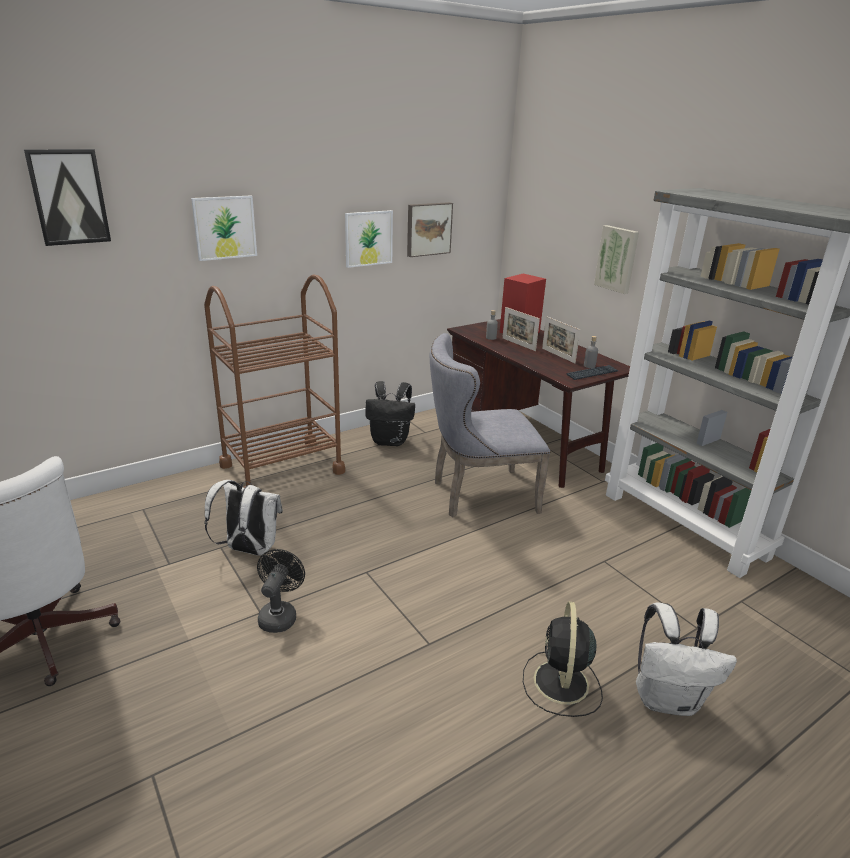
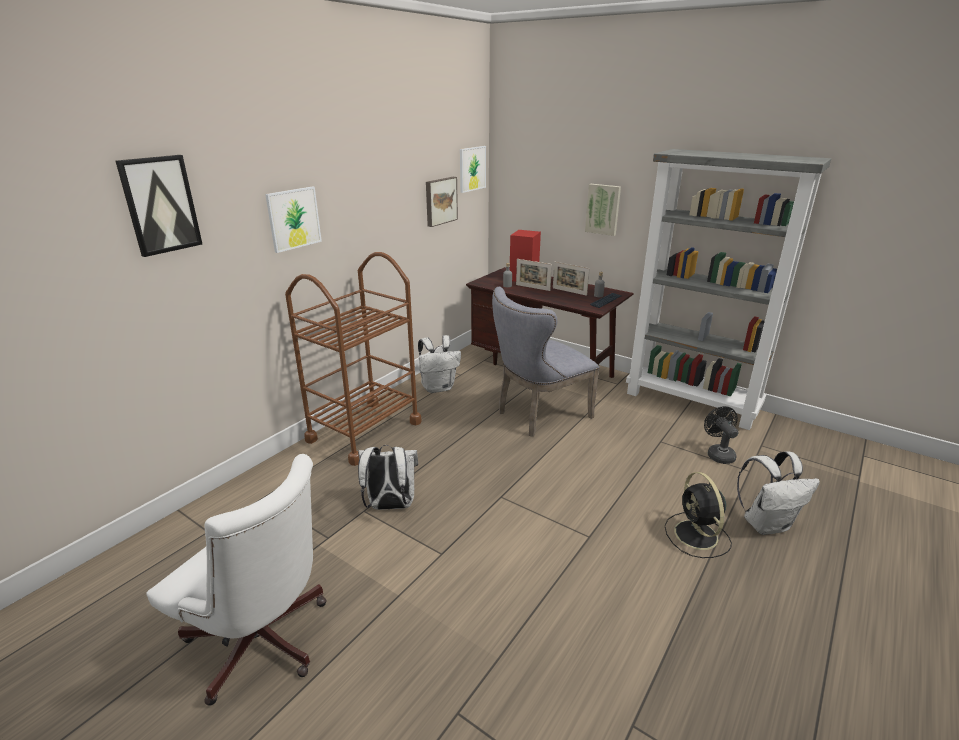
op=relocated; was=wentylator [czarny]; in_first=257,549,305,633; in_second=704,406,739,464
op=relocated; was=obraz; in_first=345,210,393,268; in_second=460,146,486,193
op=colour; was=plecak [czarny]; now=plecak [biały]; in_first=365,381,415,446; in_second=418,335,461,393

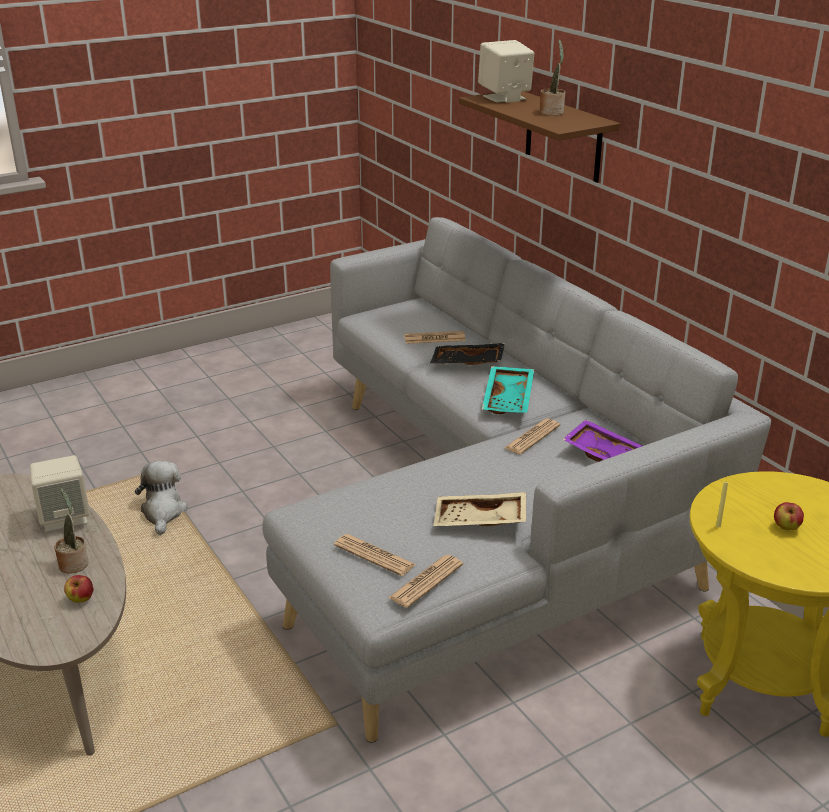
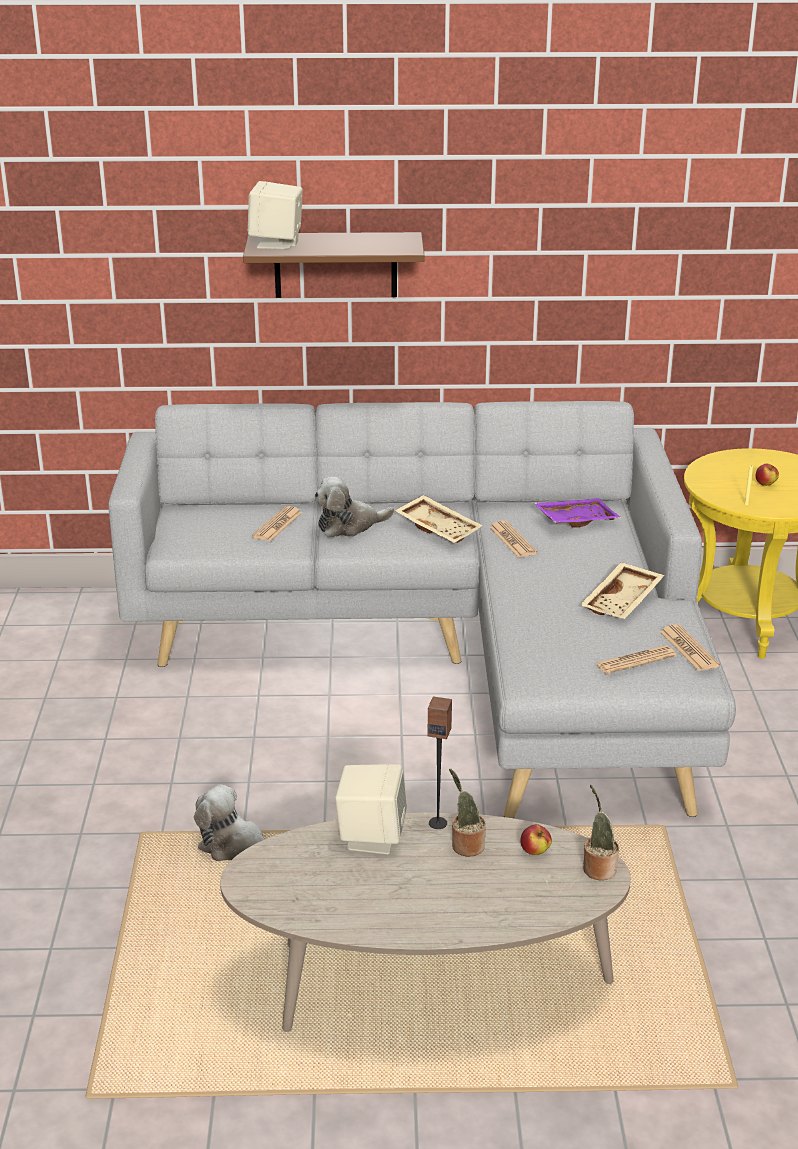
op=exchanged; was=taca [czarny]; now=pluszak; in_first=430,343,505,365; in_second=314,477,395,537
op=colour; was=taca [turkusowy]; now=taca [beżowy]; in_first=482,366,534,414; in_second=395,495,483,543
op=relocated; was=roślina doniczkowa; in_first=539,40,565,116; in_second=584,784,619,881
op=appeared; now=głośnik; in_second=428,696,452,829

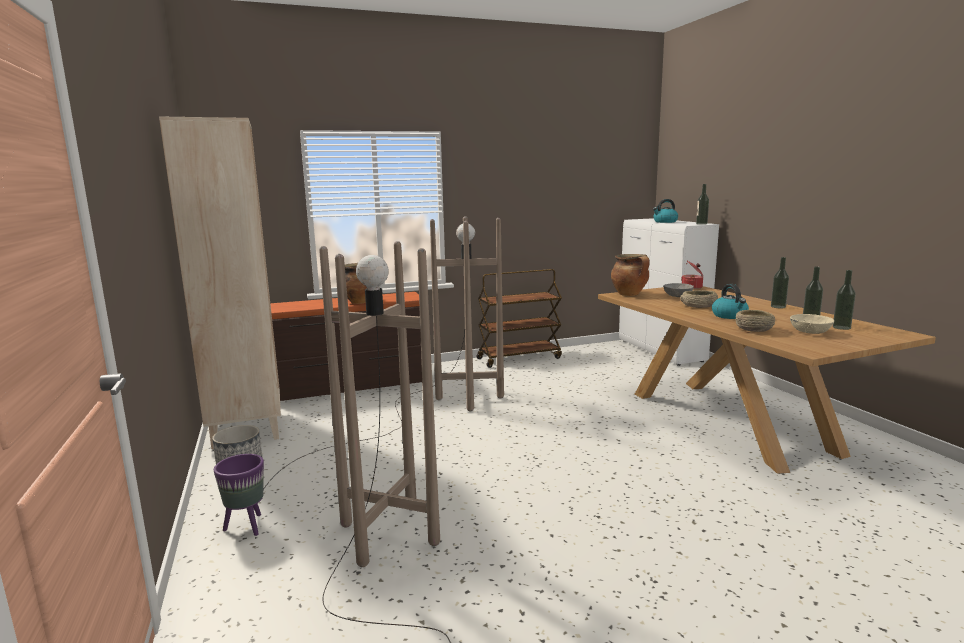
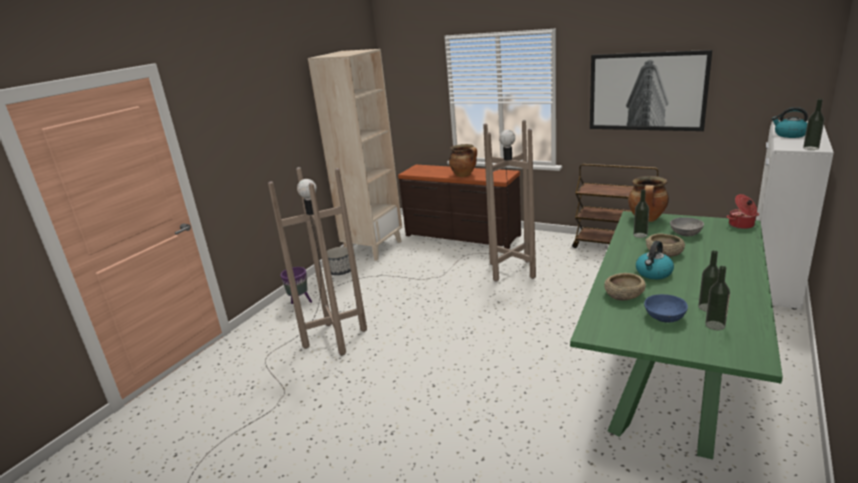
op=colour; was=stół jadalny [brązowy]; now=stół jadalny [zielony]; in_first=598,286,936,474; in_second=570,211,783,459
op=relocated; was=butelka; in_first=771,257,789,308; in_second=634,189,649,238
op=colour; was=miska [beżowy]; now=miska [niebieski]; in_first=790,314,834,334; in_second=644,294,688,323
op=appeared; now=obraz; in_second=590,50,712,131

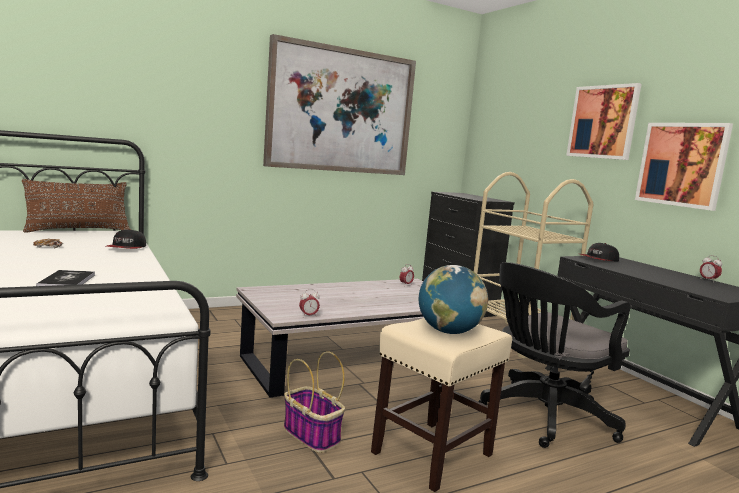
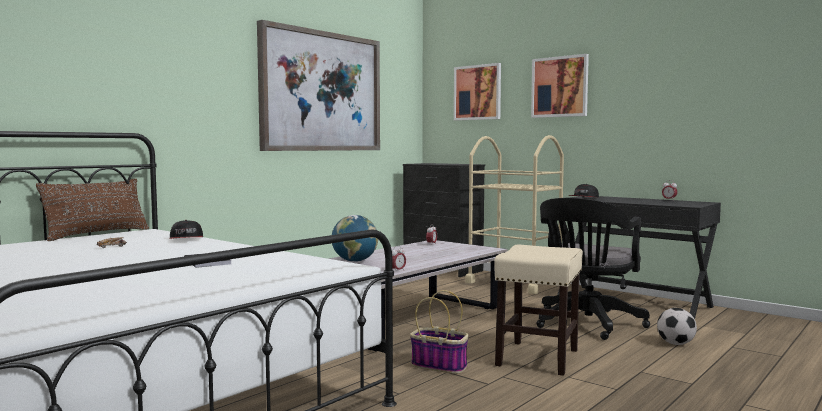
op=relocated; was=globus; in_first=419,265,488,334; in_second=332,215,378,262
op=relocated; was=obraz; in_first=635,123,733,211; in_second=454,63,501,121
op=appeared; now=piłka futbolowa; in_second=657,308,697,345

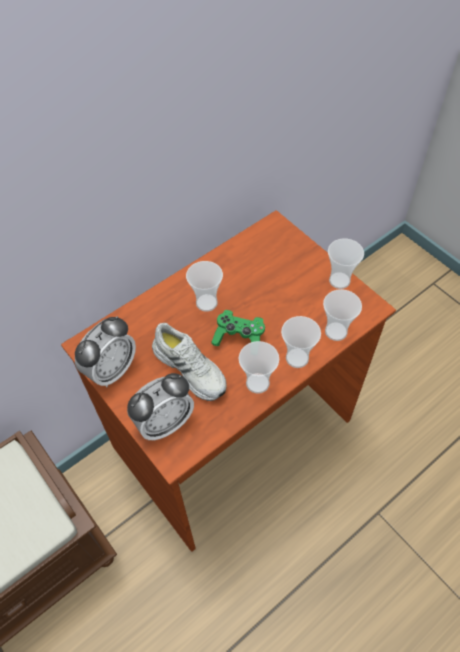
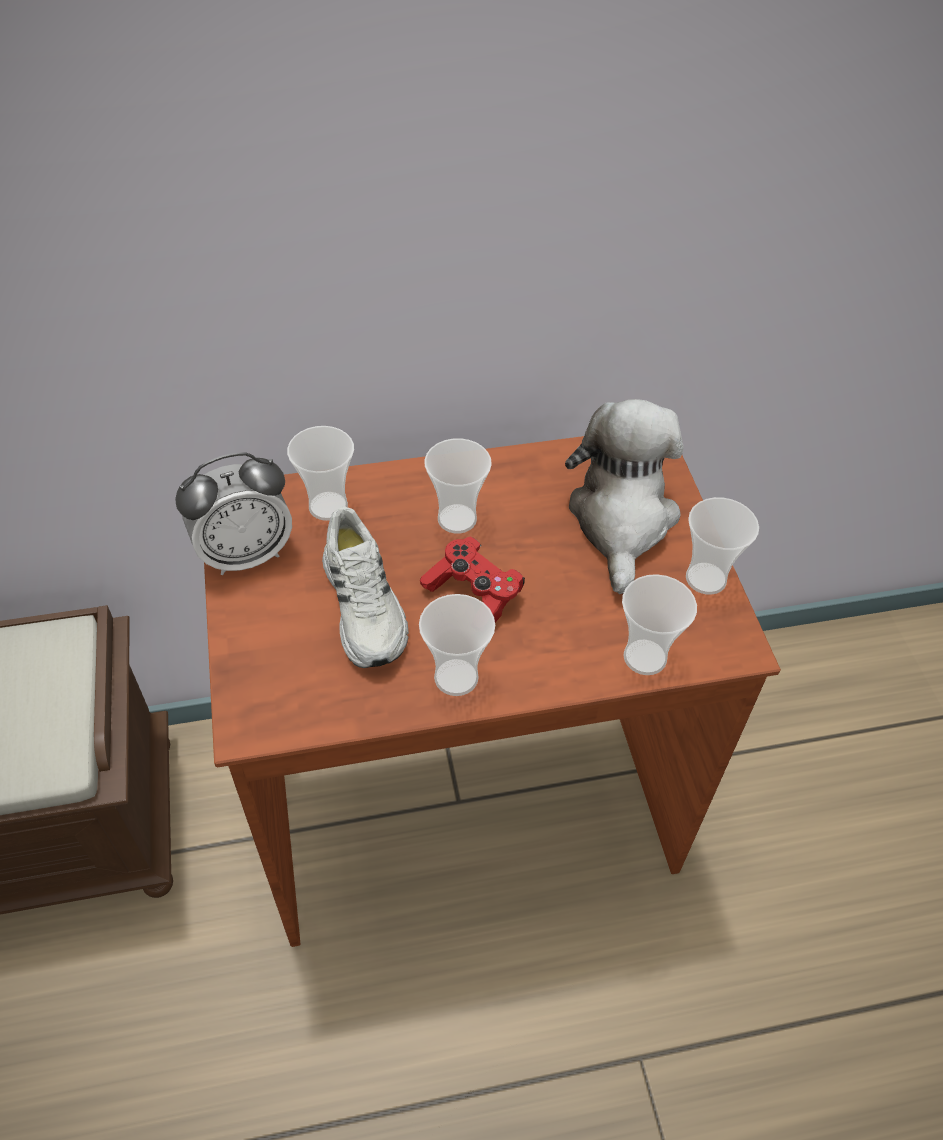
op=missing; was=budzik; in_first=127,373,194,440
op=colour; was=pad do gier [zielony]; now=pad do gier [czerwony]; in_first=211,310,265,346; in_second=420,537,525,622
op=relocated; was=filiżanka; in_first=281,316,321,368; in_second=287,426,354,521
op=appeared; now=pluszak; in_second=565,399,684,594

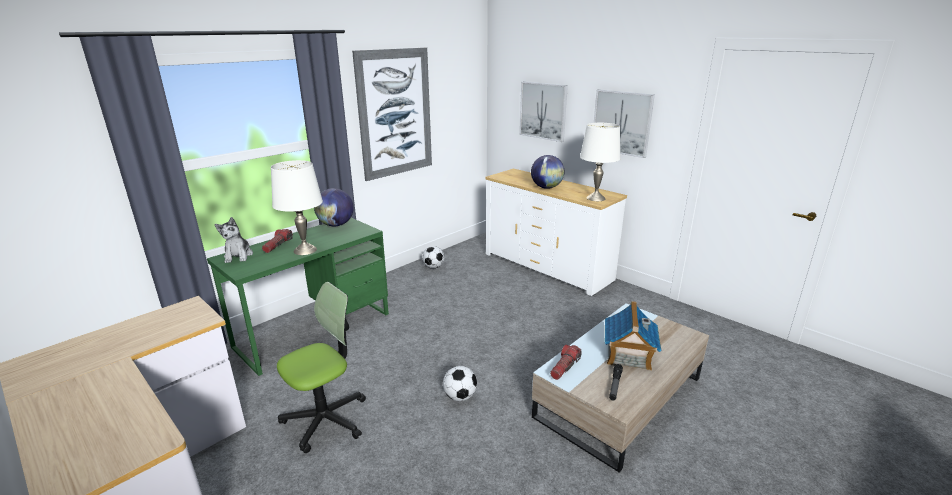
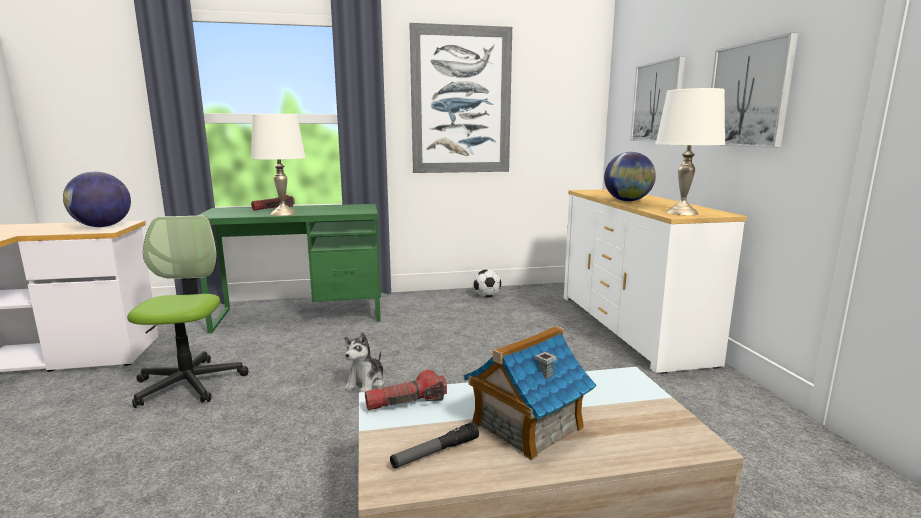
op=relocated; was=pluszak; in_first=214,217,253,263; in_second=344,332,385,392
op=spun; was=krzesło biurowe; in_first=277,282,366,453; in_second=127,216,248,408; clockwise=-90
op=relocated; was=globus; in_first=314,188,354,226; in_second=63,172,131,227
op=missing; was=piłka futbolowa; in_first=443,366,477,401

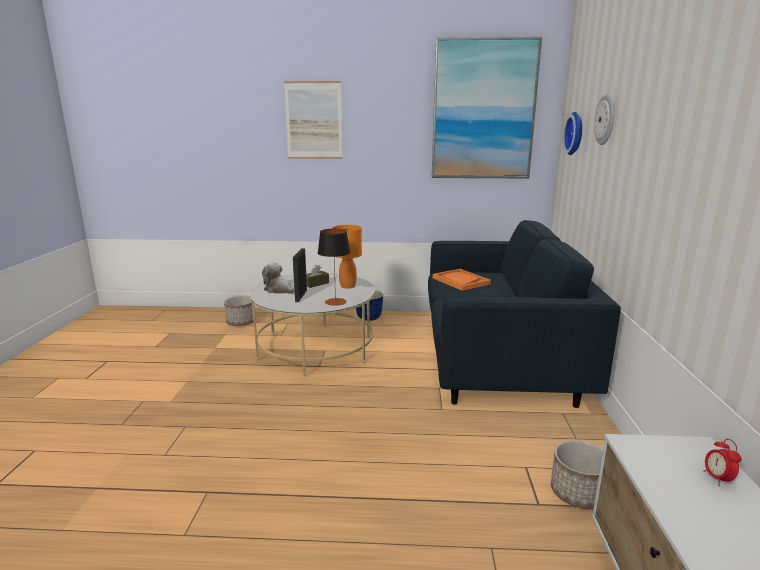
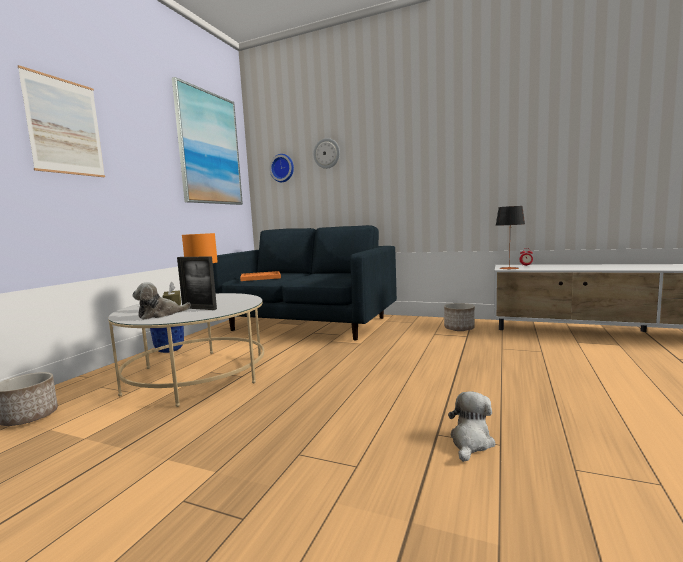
op=relocated; was=lampa stołowa; in_first=318,229,350,306; in_second=496,206,525,270
op=appeared; now=pluszak; in_second=448,391,495,462

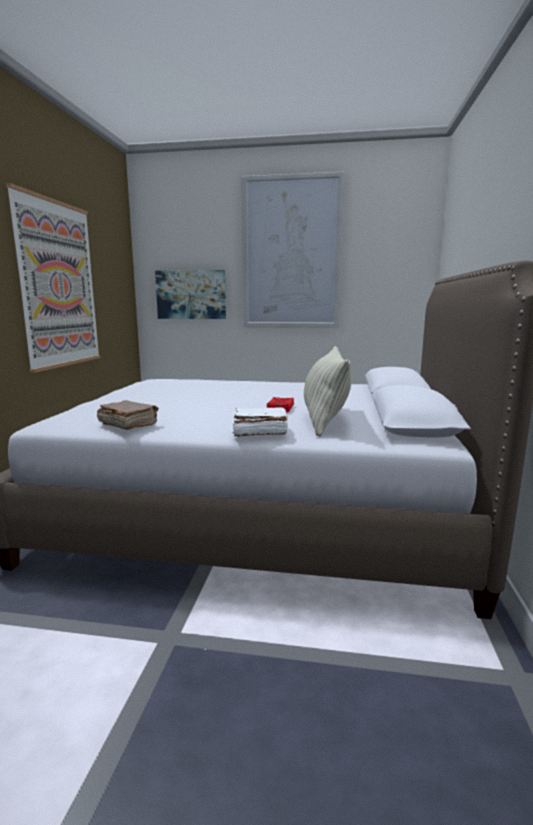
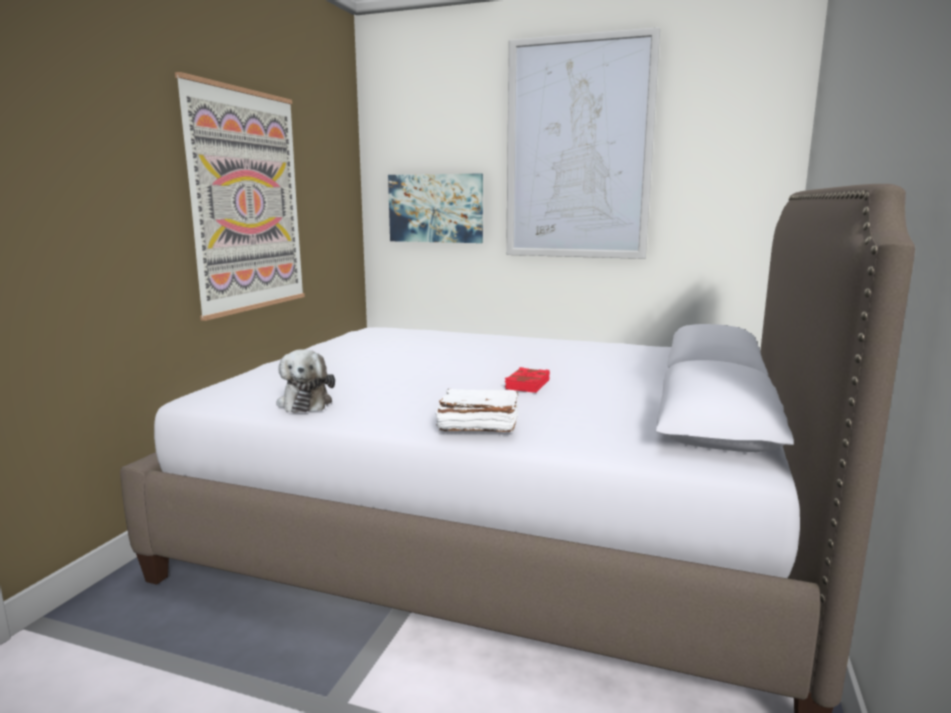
op=exchanged; was=książka [brązowy]; now=pluszak; in_first=97,400,159,430; in_second=276,349,335,413
op=missing; was=poduszka; in_first=304,346,351,436

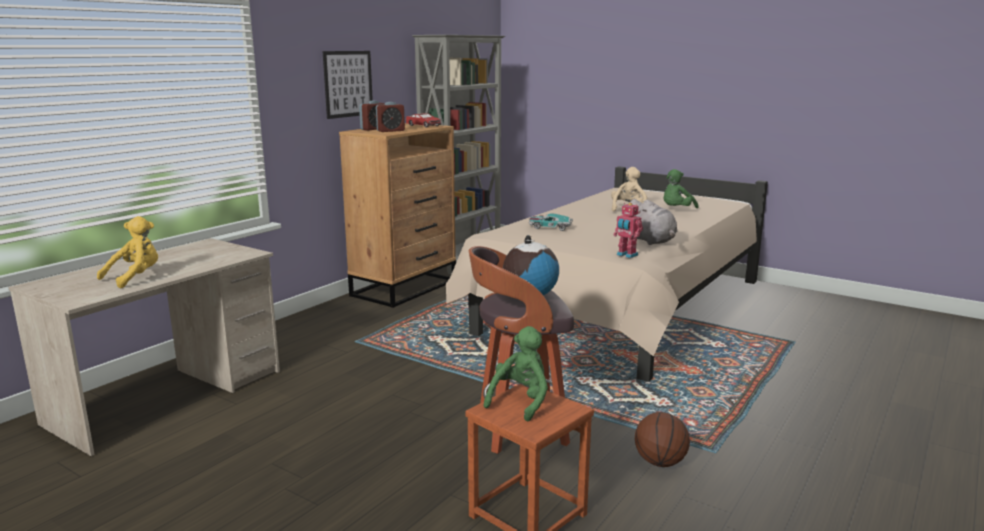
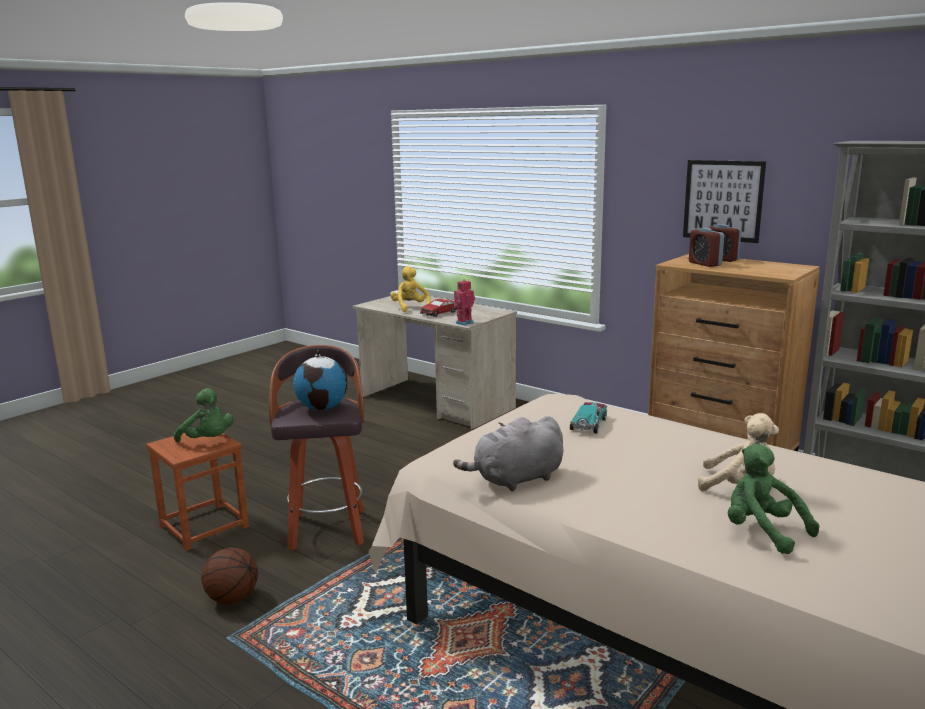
op=spun; was=pluszak [żółty]; in_first=97,216,158,289; in_second=391,266,431,312; clockwise=-150
op=relocated; was=samochodzik; in_first=406,113,441,127; in_second=420,299,458,317
op=relocated; was=robot zabawkowy; in_first=614,203,643,258; in_second=452,279,475,326

